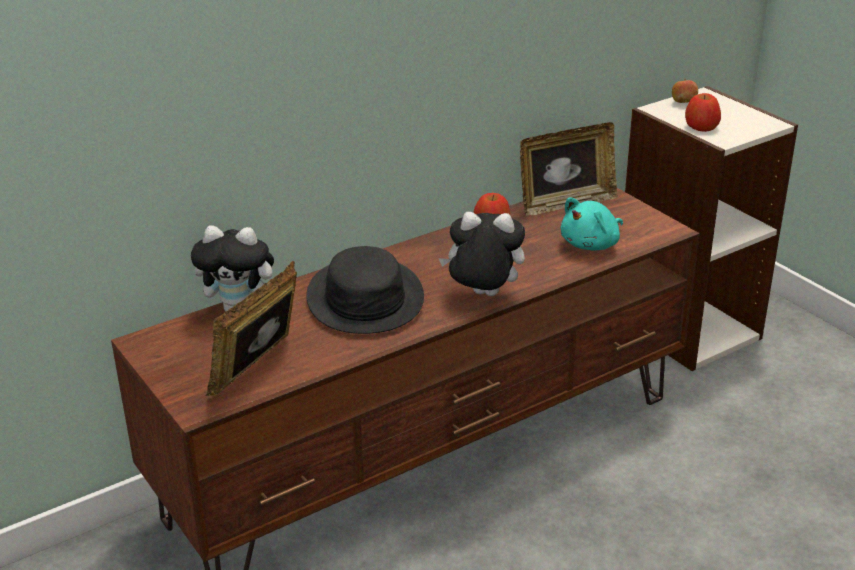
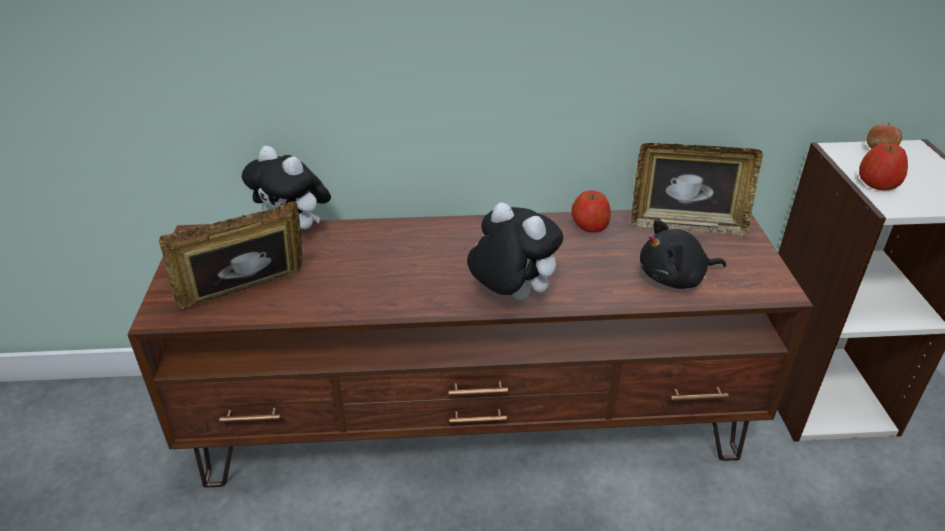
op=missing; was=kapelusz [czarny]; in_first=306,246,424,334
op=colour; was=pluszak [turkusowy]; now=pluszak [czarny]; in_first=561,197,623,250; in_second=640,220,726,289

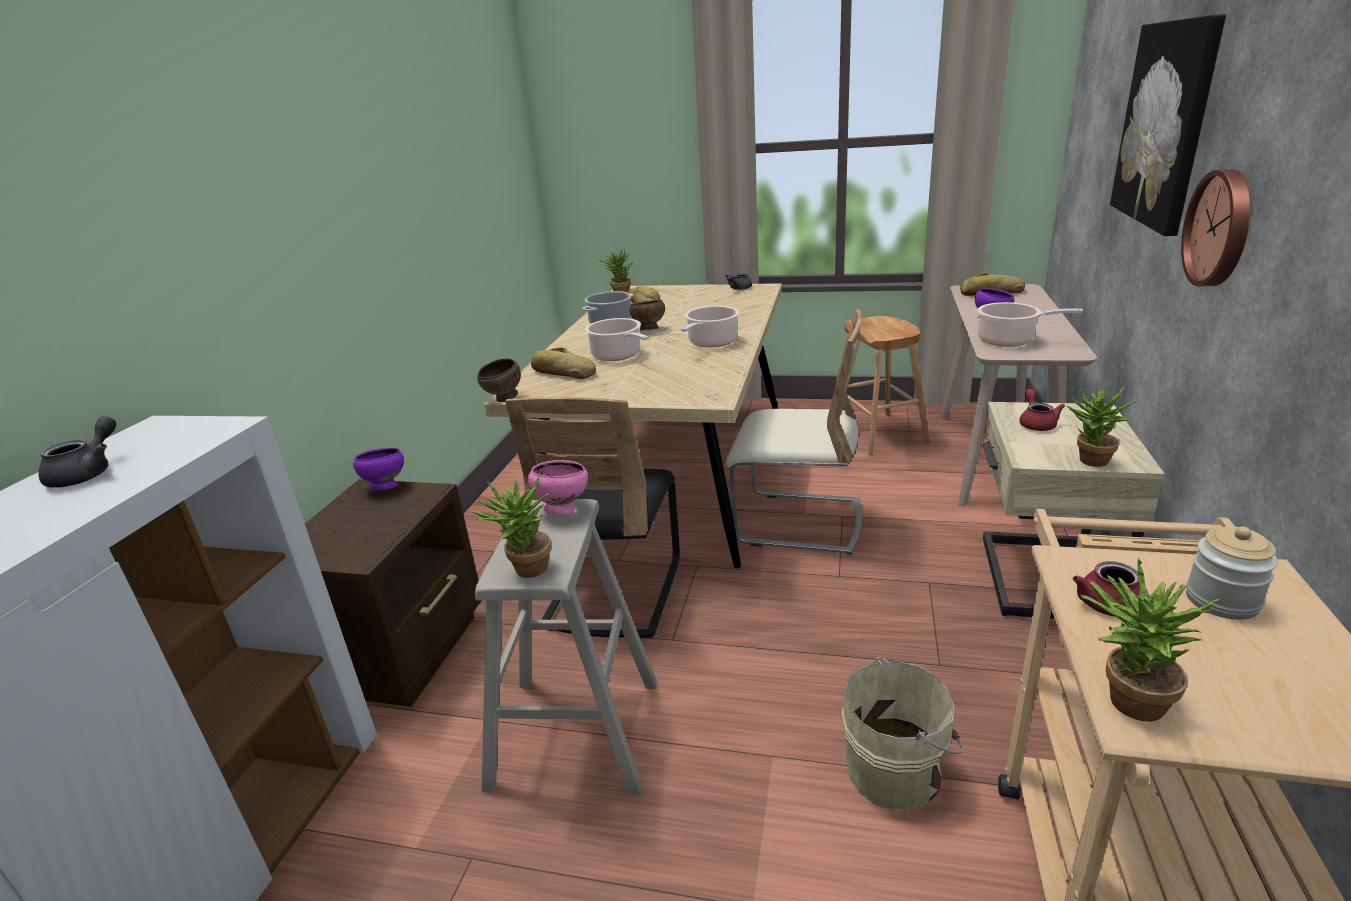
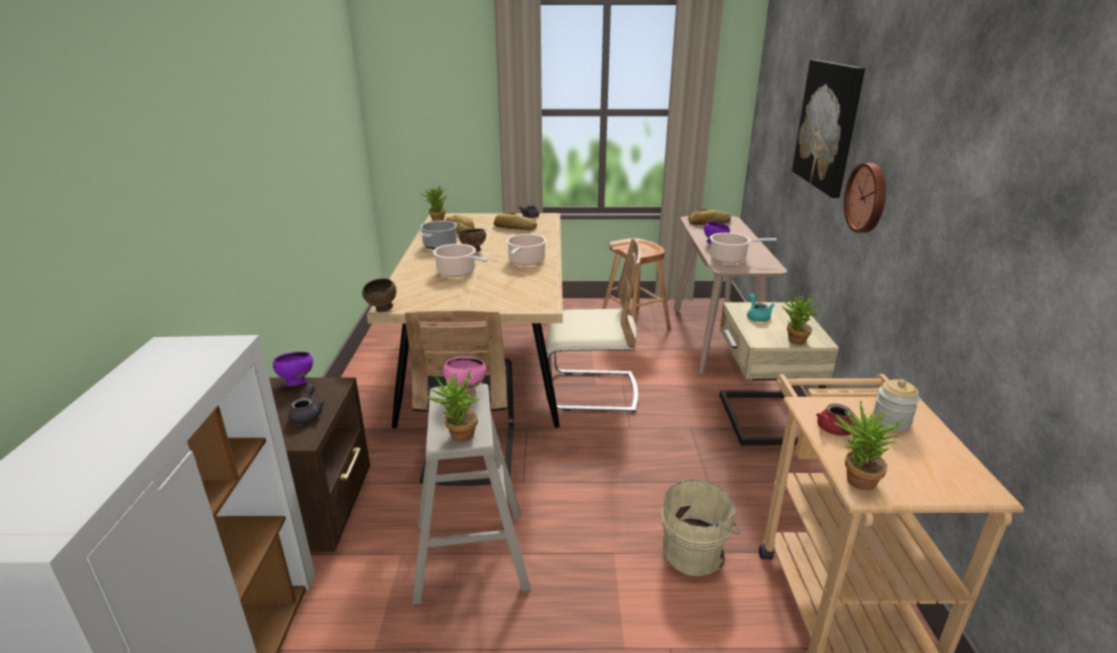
op=relocated; was=imbryk [szary]; in_first=38,416,116,488; in_second=288,384,325,424
op=relocated; was=chleb; in_first=531,347,596,379; in_second=493,212,537,230
op=colour; was=imbryk [czerwony]; now=imbryk [turkusowy]; in_first=1019,389,1065,431; in_second=747,294,774,322

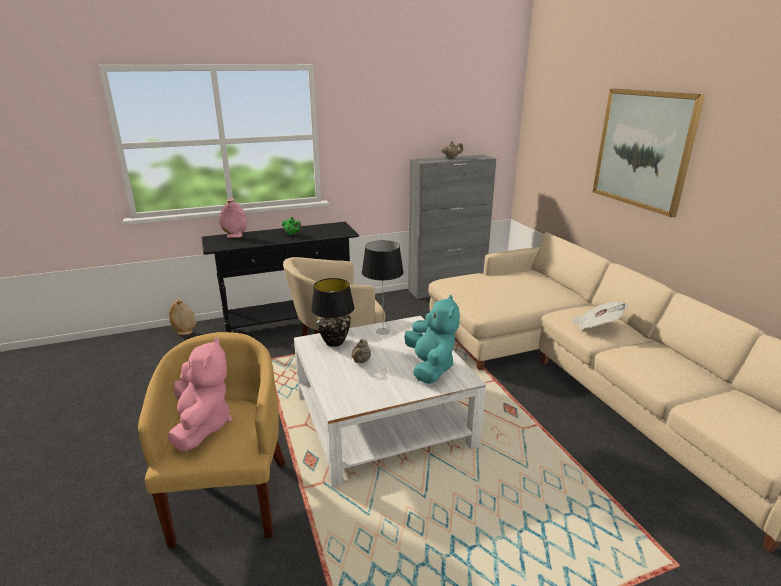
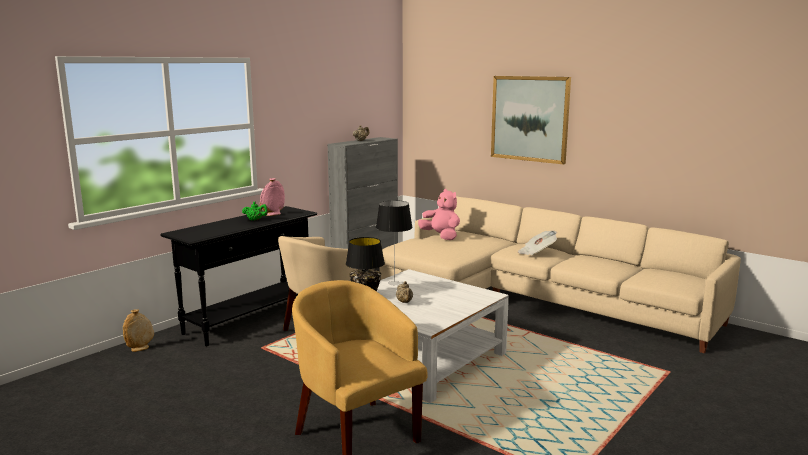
op=relocated; was=pluszak [różowy]; in_first=168,337,232,452; in_second=418,189,460,240
op=relocated; was=wazon [różowy]; in_first=219,199,246,238; in_second=260,178,285,216
op=missing; was=pluszak [turkusowy]; in_first=404,295,460,384

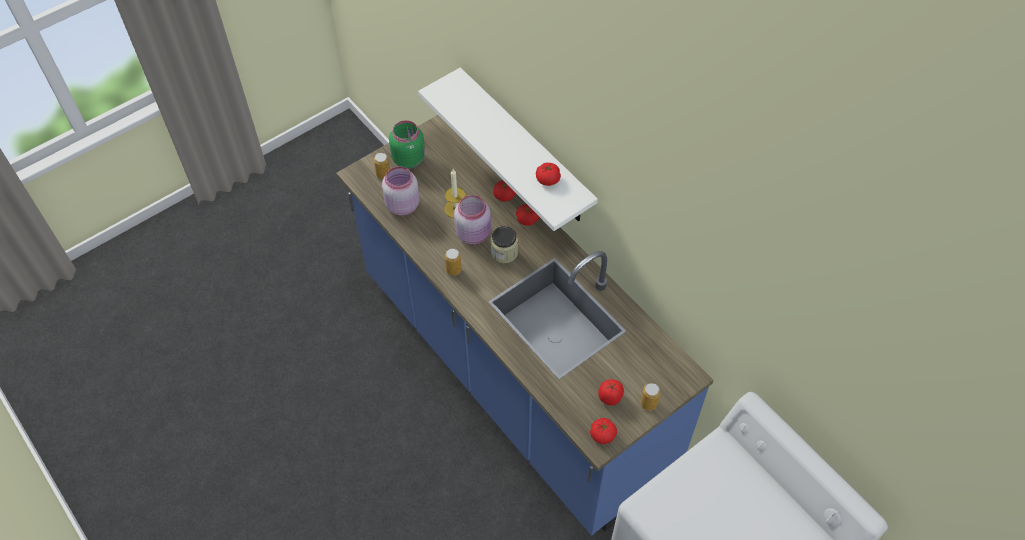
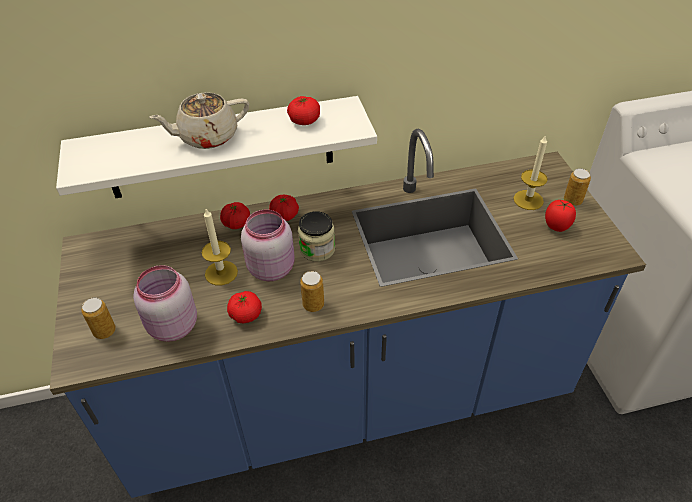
op=missing; was=słoik [zielony]; in_first=389,120,425,169
op=relocated; was=pomidor; in_first=590,418,617,444; in_second=227,291,262,323
op=appeared; now=imbryk [beżowy]; in_second=149,92,249,149
op=appeared; now=świeca; in_second=514,135,548,210

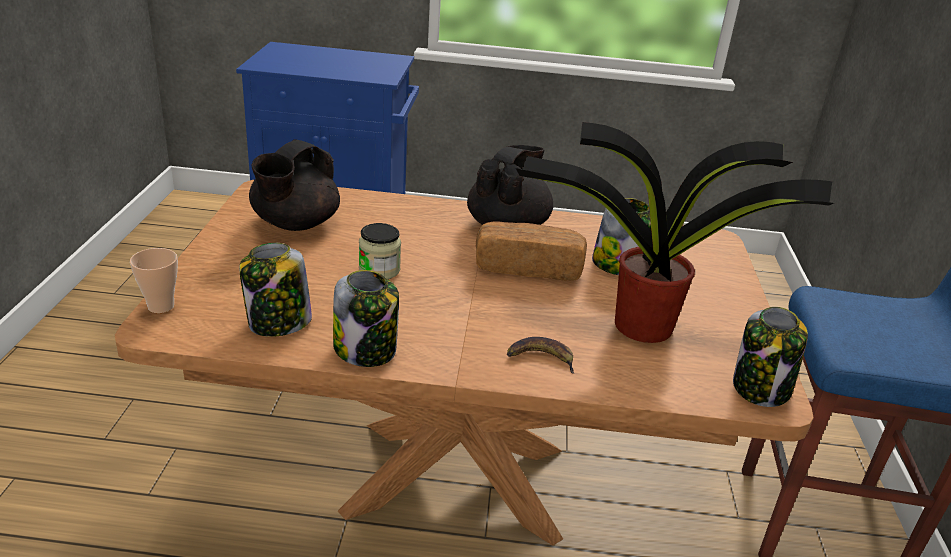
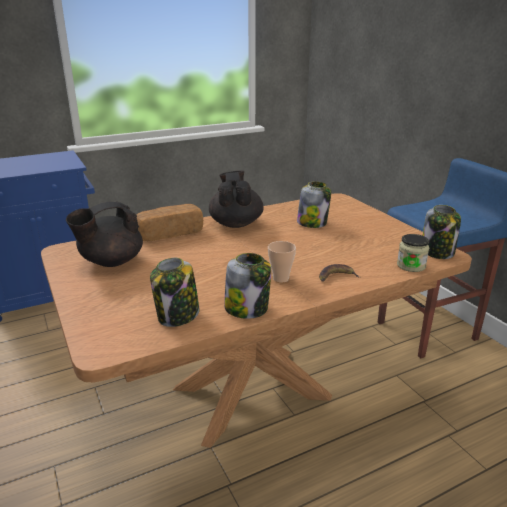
op=relocated; was=filiżanka; in_first=130,248,178,313; in_second=268,241,296,283
op=spun; was=imbryk [czarny]; in_first=249,139,340,231; in_second=66,202,143,267; clockwise=60
op=relocated; was=słoik; in_first=359,223,401,279; in_second=397,234,429,272
op=relocated; was=chleb; in_first=476,222,587,281; in_second=137,204,203,241
op=missing; was=roślina doniczkowa; in_first=516,122,834,343

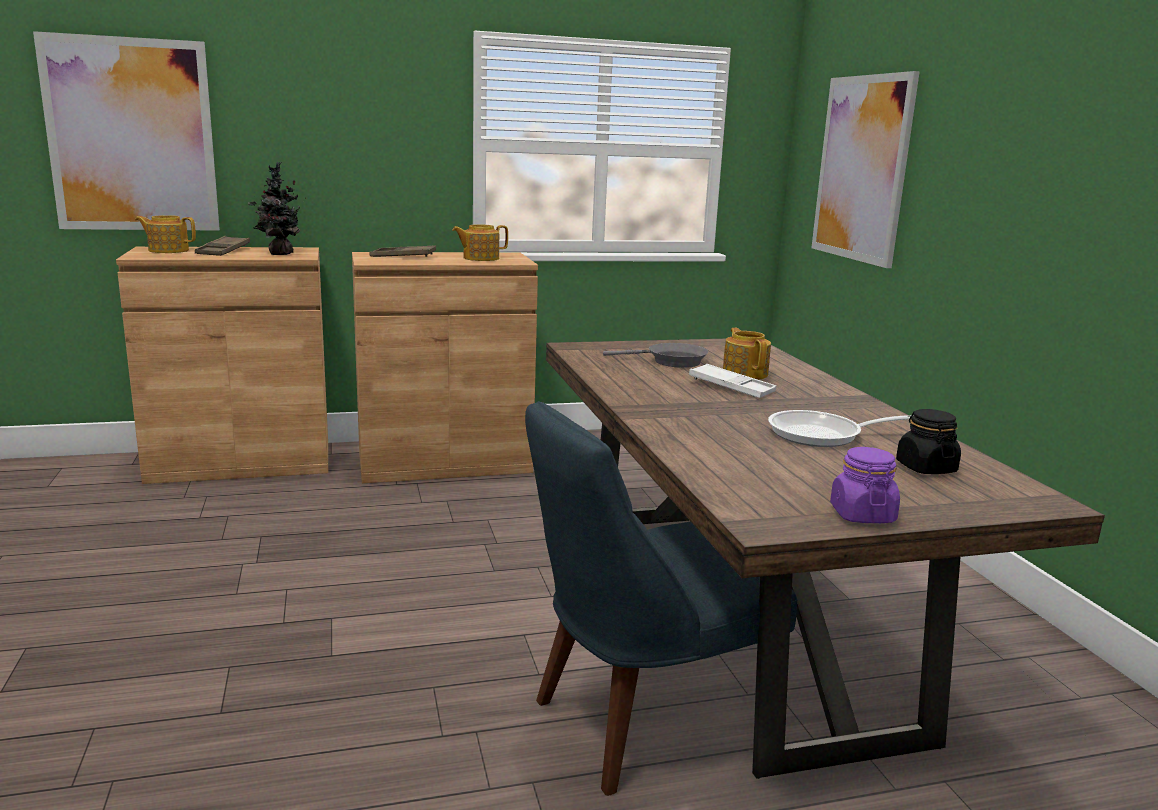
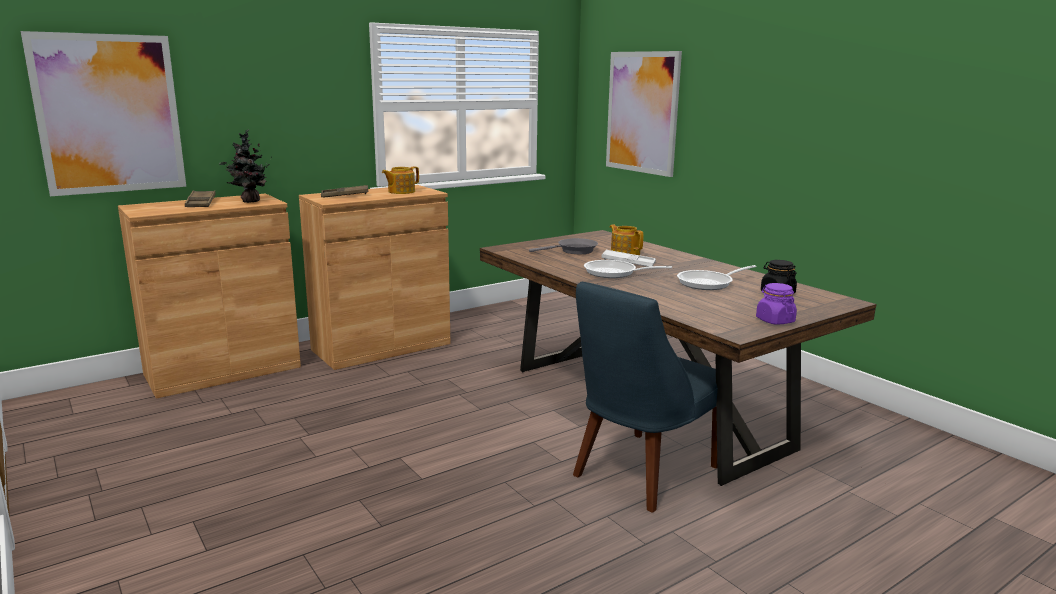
op=missing; was=imbryk; in_first=135,215,196,253
op=appeared; now=patelnia; in_second=584,260,672,278

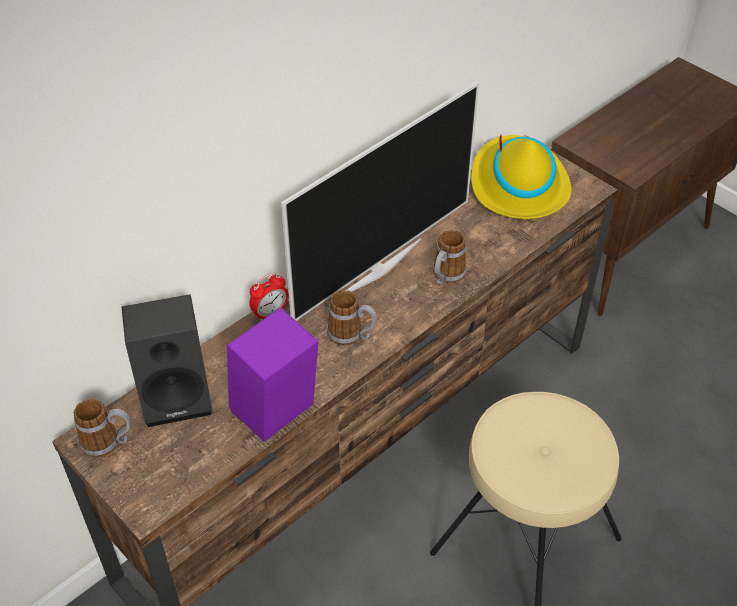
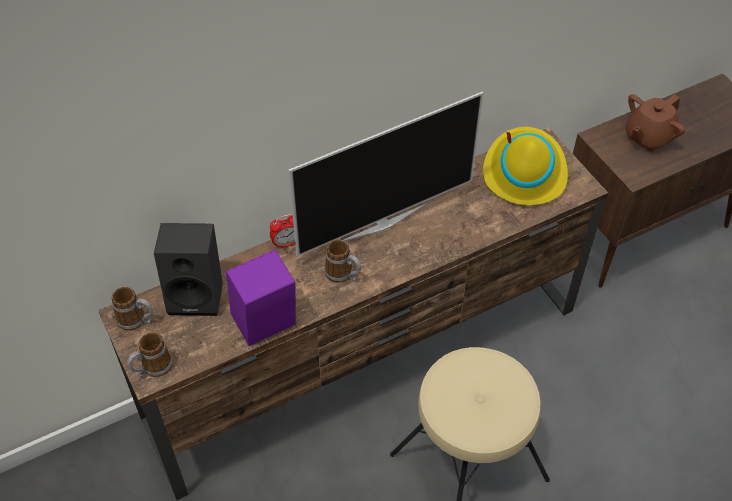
op=relocated; was=kubek; in_first=433,230,466,285; in_second=127,332,173,378
op=appeared; now=imbryk [brązowy]; in_second=626,94,685,152

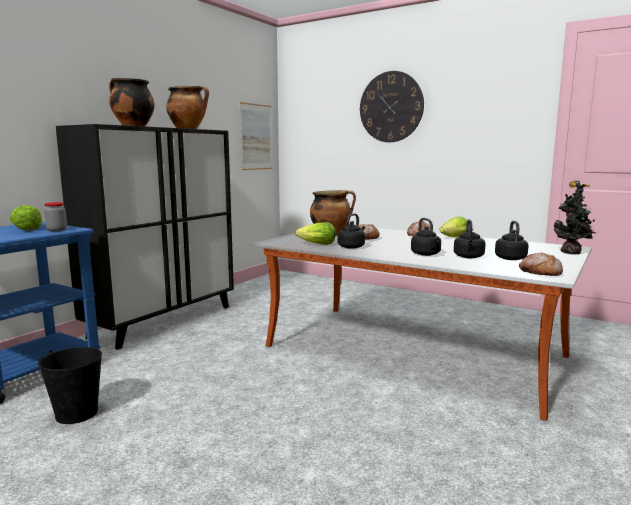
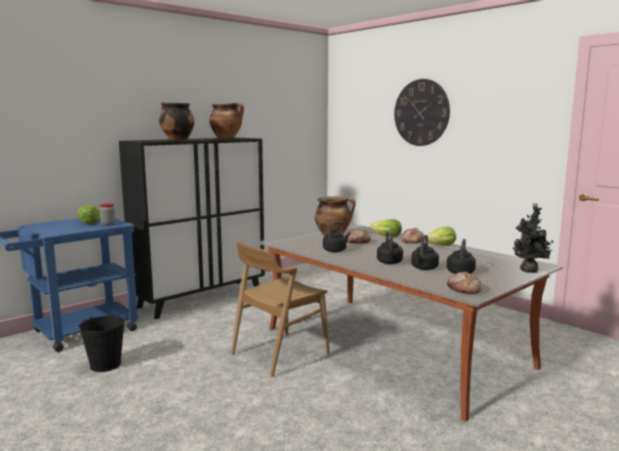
op=missing; was=obraz; in_first=239,102,272,170
op=relocated; was=sałata; in_first=295,222,336,245; in_second=370,219,402,237
op=appeared; now=krzesło [brązowy]; in_second=231,242,330,378

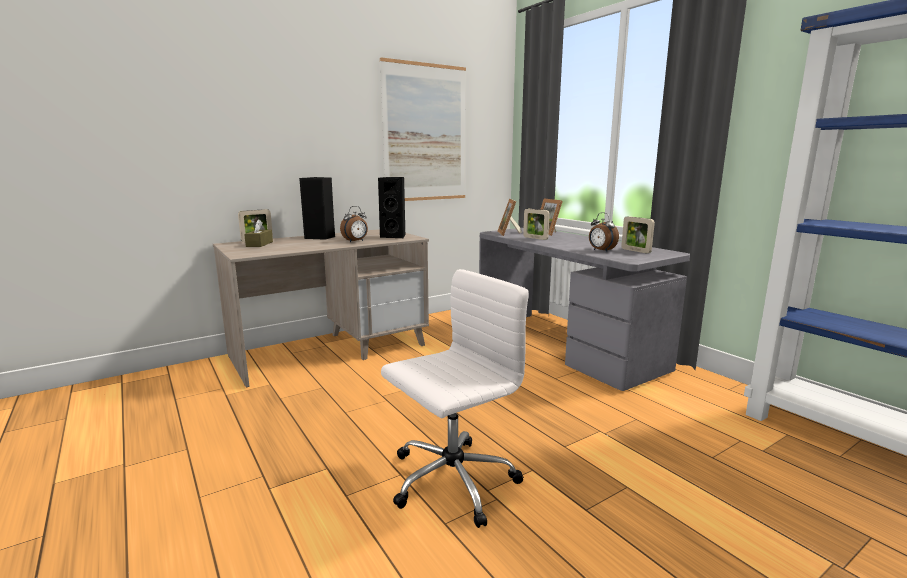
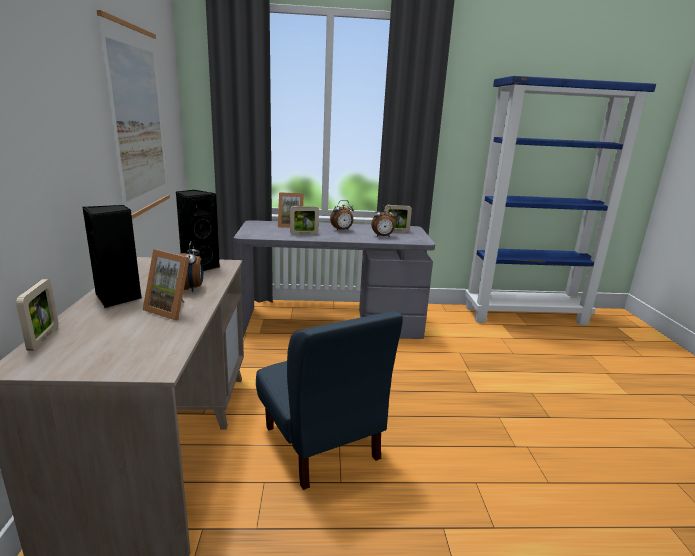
op=missing; was=pudełko chusteczek [brązowy]; in_first=244,219,273,247
op=missing; was=krzesło biurowe [biały]; in_first=381,269,529,528
op=relocated; was=ramka na zdjęcie; in_first=497,199,522,236; in_second=143,249,189,320
op=appeared; now=krzesło [niebieski]; in_second=256,311,403,490
op=appeared; now=budzik; in_second=330,200,354,230

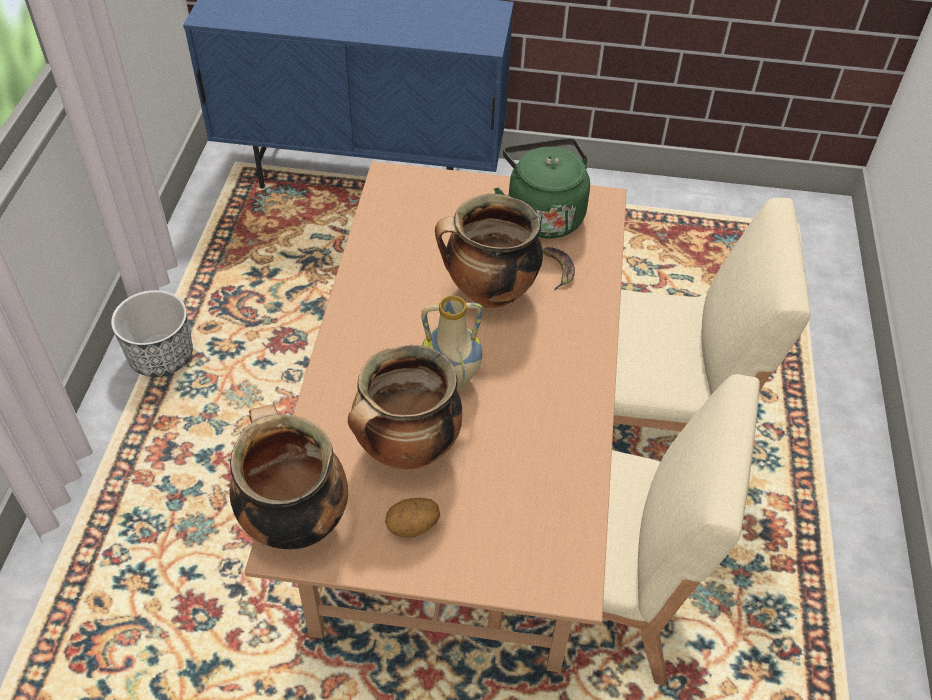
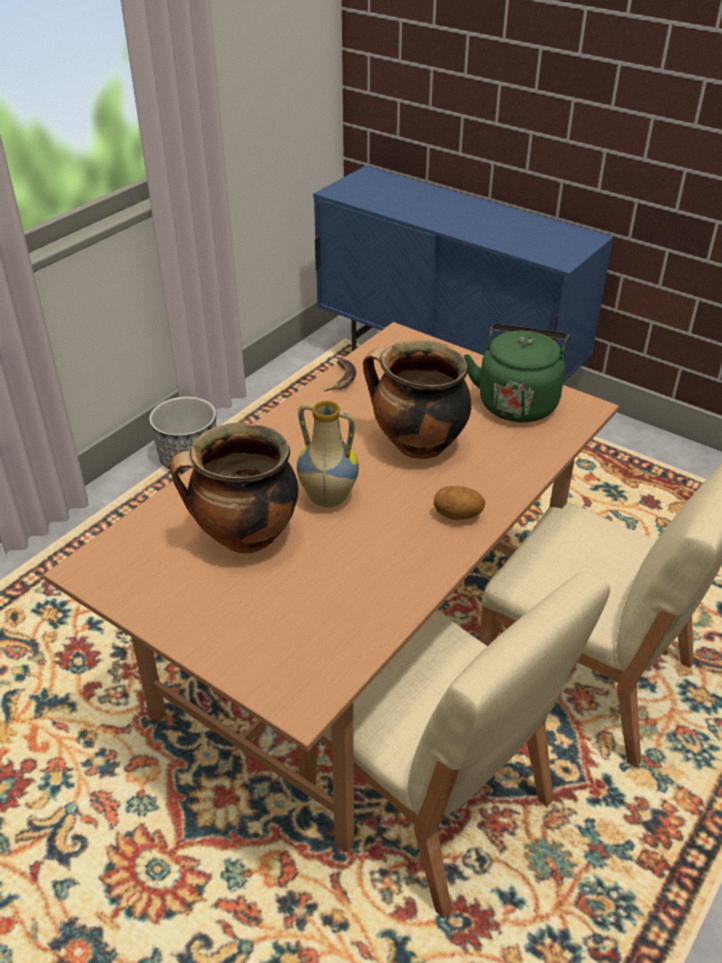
op=missing; was=garnek; in_first=229,405,348,549
op=relocated; was=ziemniak; in_first=385,498,440,538; in_second=434,486,485,520
op=relocated; was=banan; in_first=542,247,575,290; in_second=324,359,356,392

